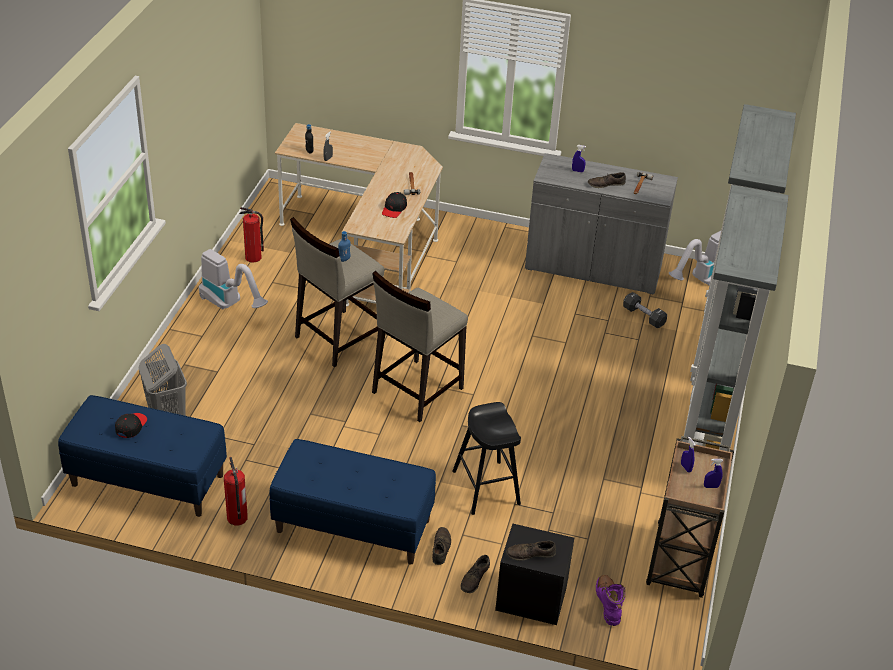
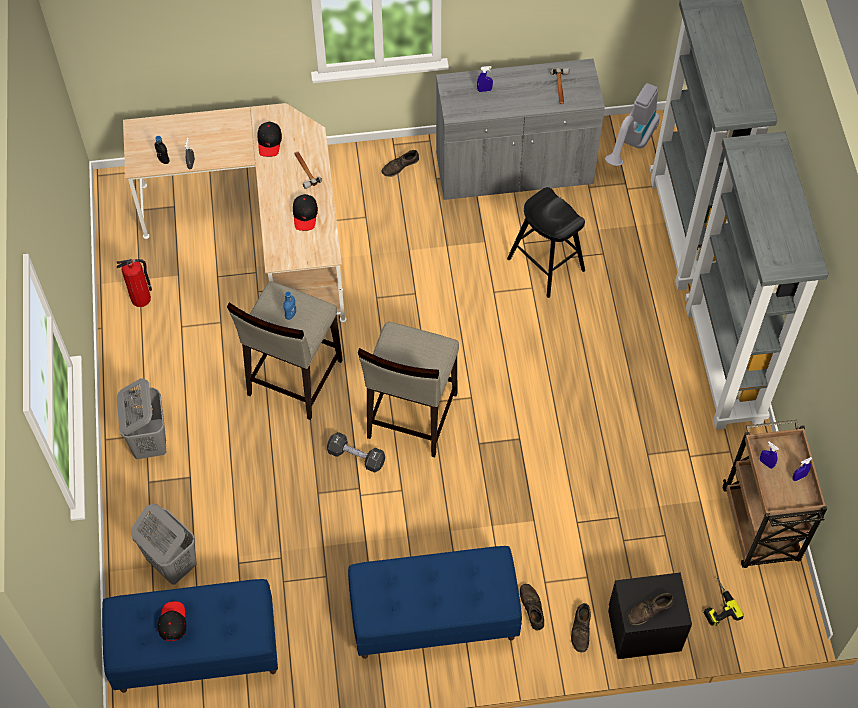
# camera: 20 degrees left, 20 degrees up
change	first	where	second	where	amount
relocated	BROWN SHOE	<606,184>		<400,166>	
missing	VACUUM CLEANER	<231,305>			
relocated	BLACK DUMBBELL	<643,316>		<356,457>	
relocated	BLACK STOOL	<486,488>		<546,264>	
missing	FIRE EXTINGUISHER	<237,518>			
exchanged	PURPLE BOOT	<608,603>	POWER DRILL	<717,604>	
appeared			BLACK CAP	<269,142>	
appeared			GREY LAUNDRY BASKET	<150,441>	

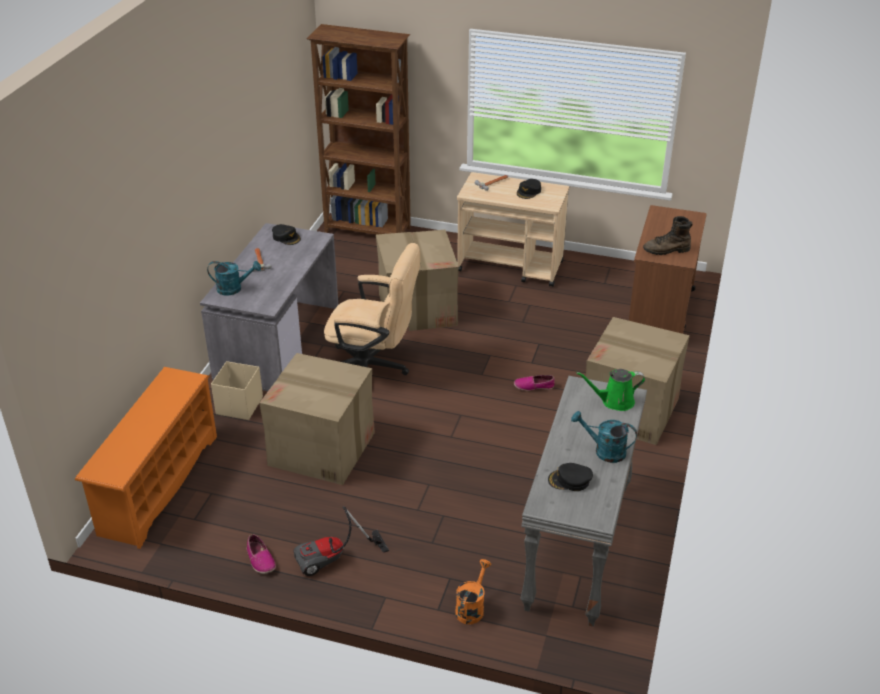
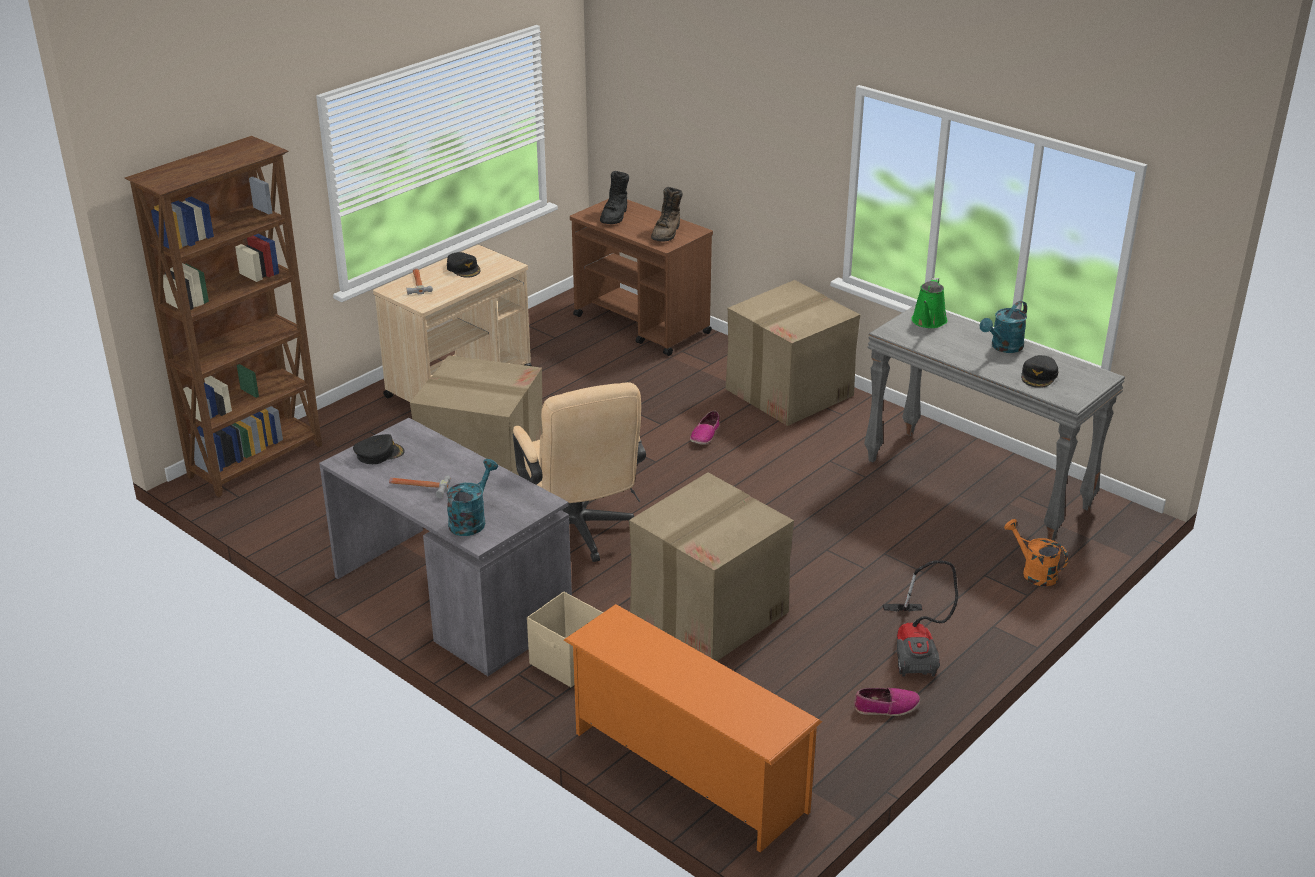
# camera: 65 degrees left, 5 degrees down
change	first	where	second	where	amount
spun	BEIGE OFFICE CHAIR	<373,369>		<579,534>	120 degrees clockwise
appeared			BLACK BOOT	<615,216>	

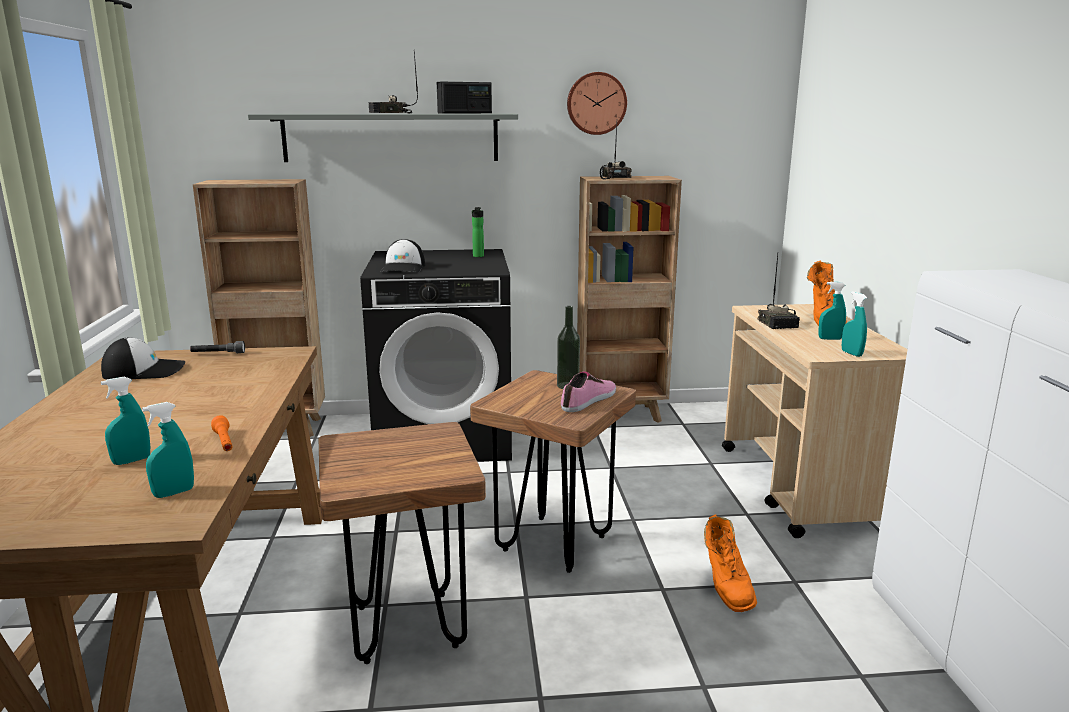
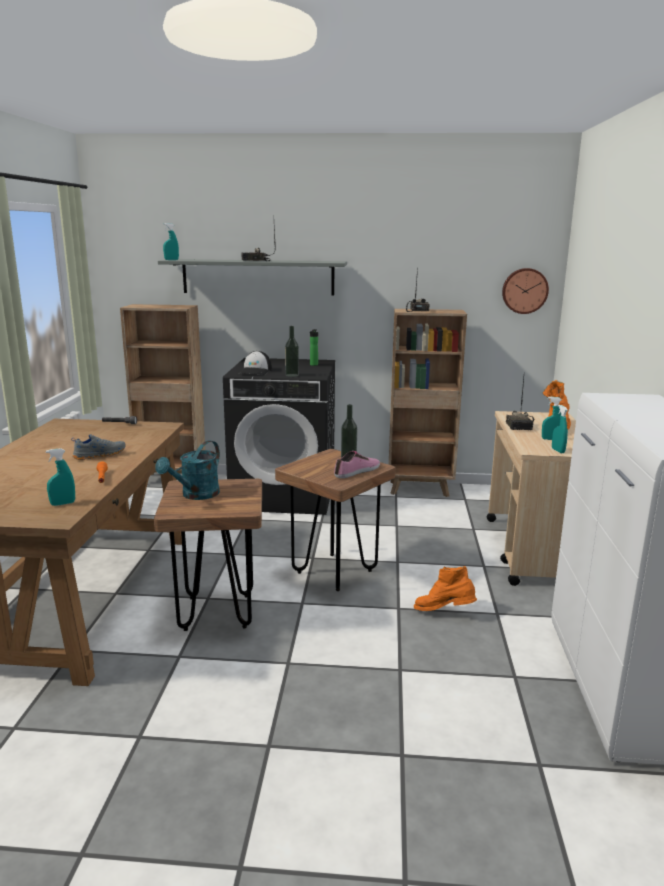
# camera: 10 degrees right, 0 degrees up
change	first	where	second	where	amount
relocated	WALL CLOCK	<596,103>		<524,290>	
missing	RADIO	<465,113>			
missing	CAP	<145,371>			
relocated	TURQUOISE SPRAY BOTTLE	<131,461>		<171,260>	
spun	ORANGE BOOT	<726,589>		<444,613>	105 degrees clockwise
appeared			BOTTLE	<292,375>	
appeared			GREY SHOE	<99,455>	
appeared			TURQUOISE WATERING CAN	<195,495>	

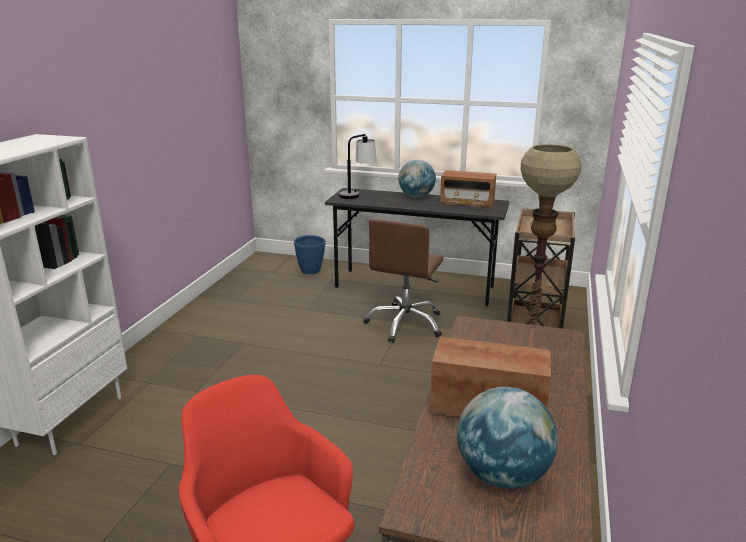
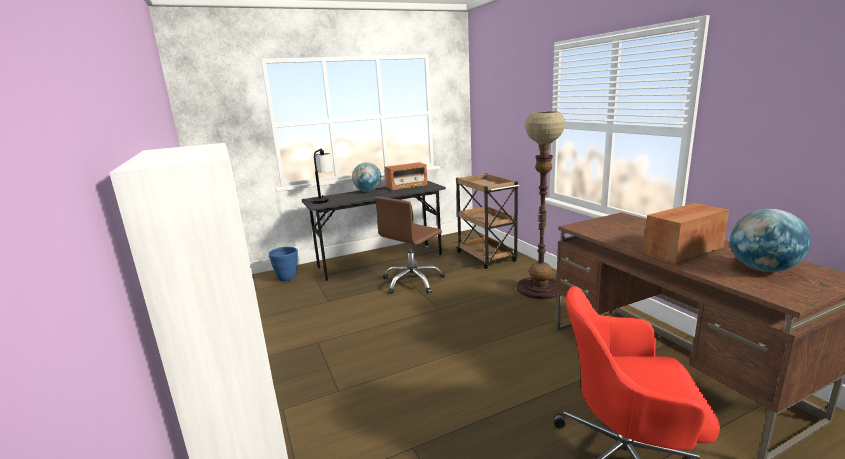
# camera: 40 degrees left, 5 degrees down
change	first	where	second	where	amount
spun	BROWN OFFICE CHAIR	<405,324>		<412,282>	60 degrees clockwise

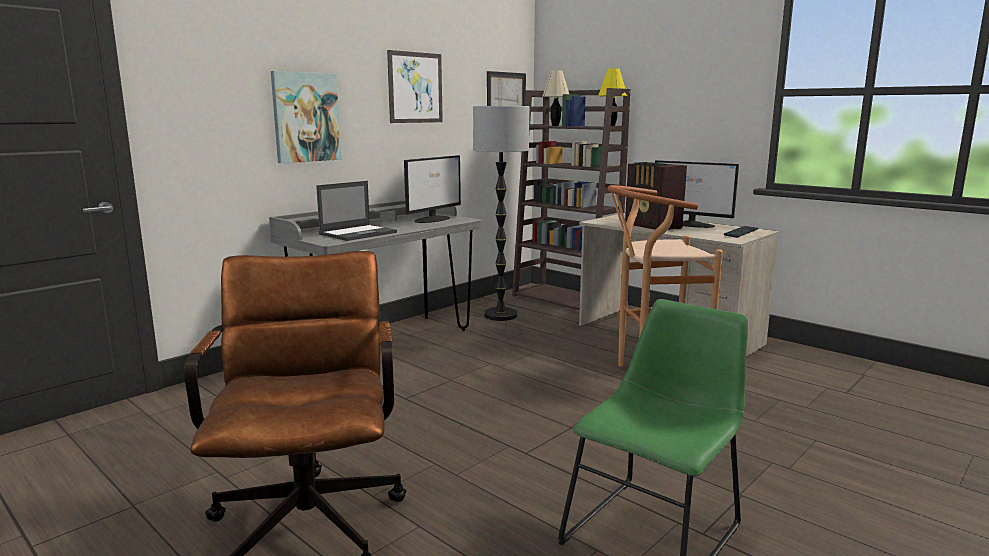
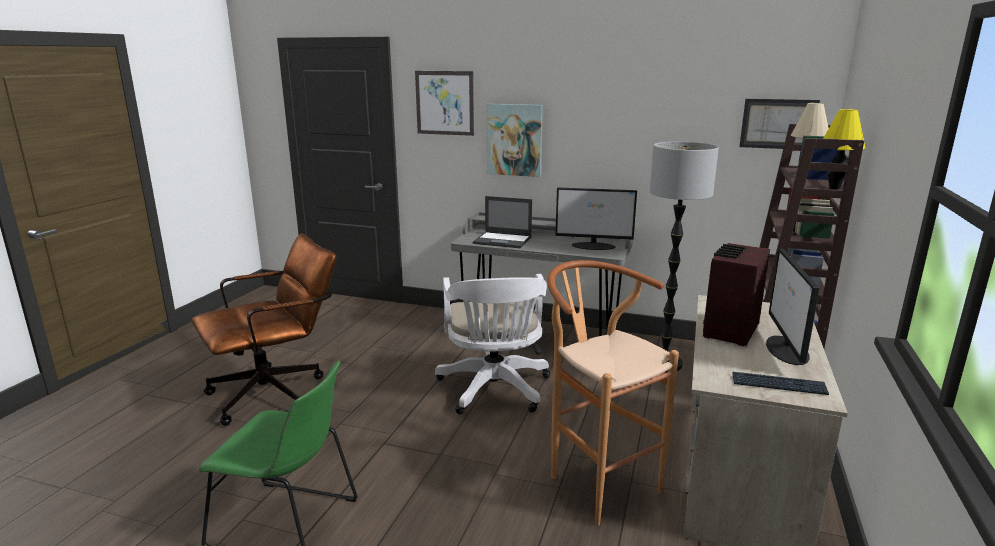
# camera: 65 degrees right, 5 degrees up
change	first	where	second	where	amount
relocated	PICTURE	<415,87>		<444,103>	
appeared			WHITE OFFICE CHAIR	<495,391>	

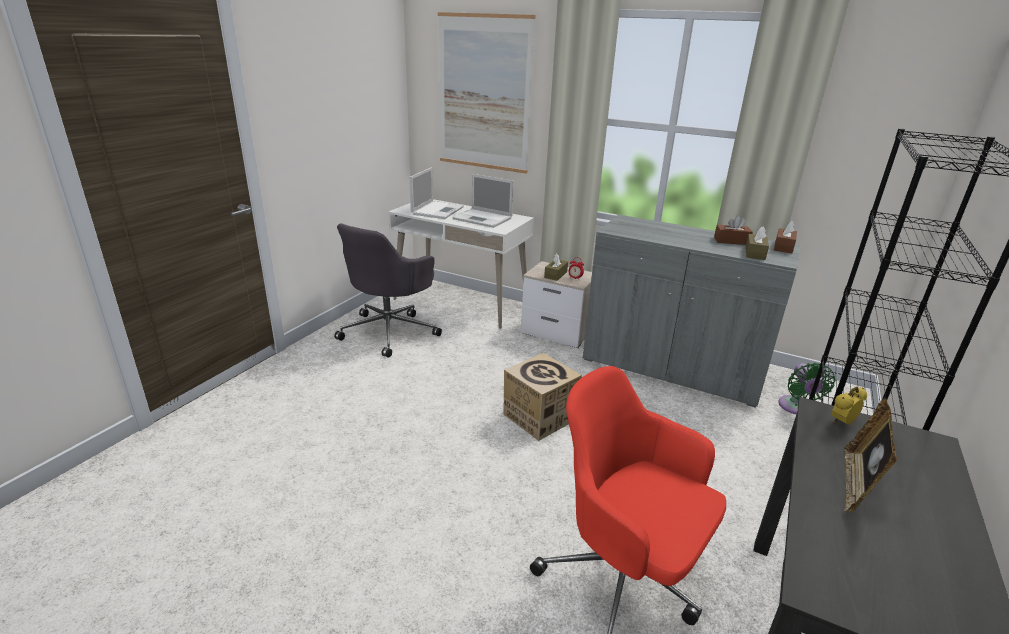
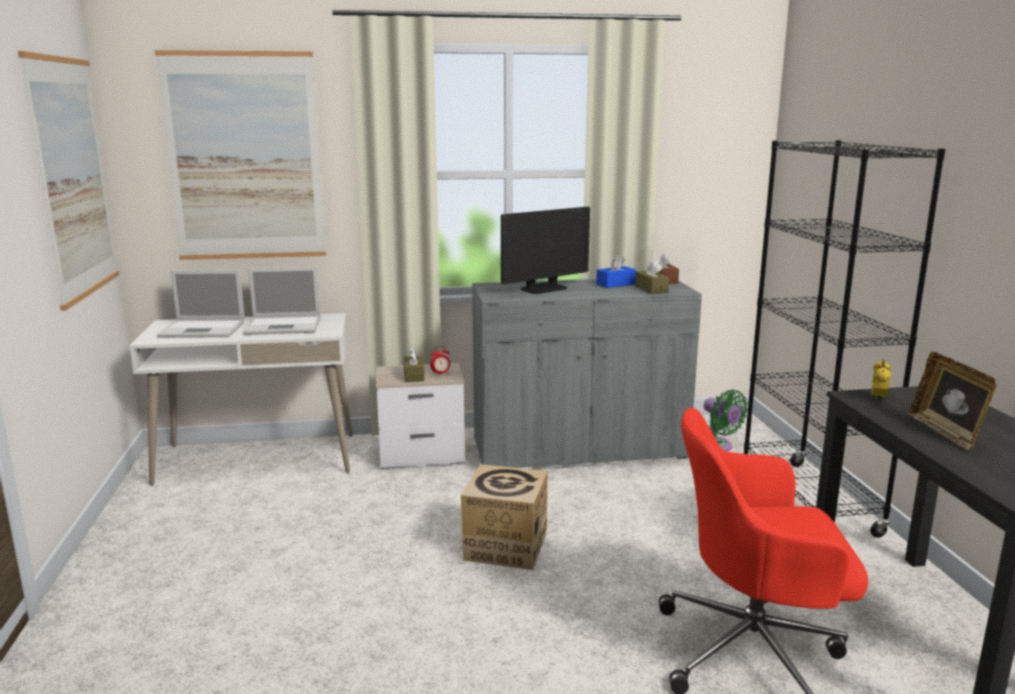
# camera: 35 degrees left, 10 degrees down
change	first	where	second	where	amount
spun	LAPTOP	<438,210>		<204,329>	105 degrees clockwise
colour	BROWN TISSUE BOX	<731,241>	BLUE TISSUE BOX	<615,284>	
missing	GREY OFFICE CHAIR	<390,331>			
appeared			PICTURE	<73,178>	
appeared			MONITOR	<543,289>	

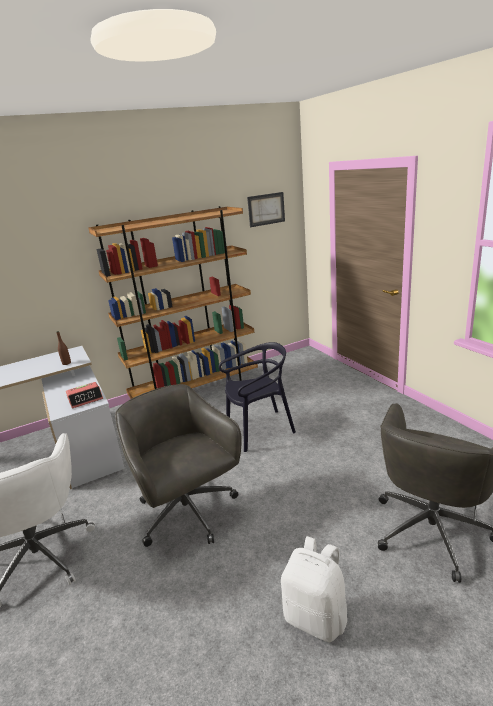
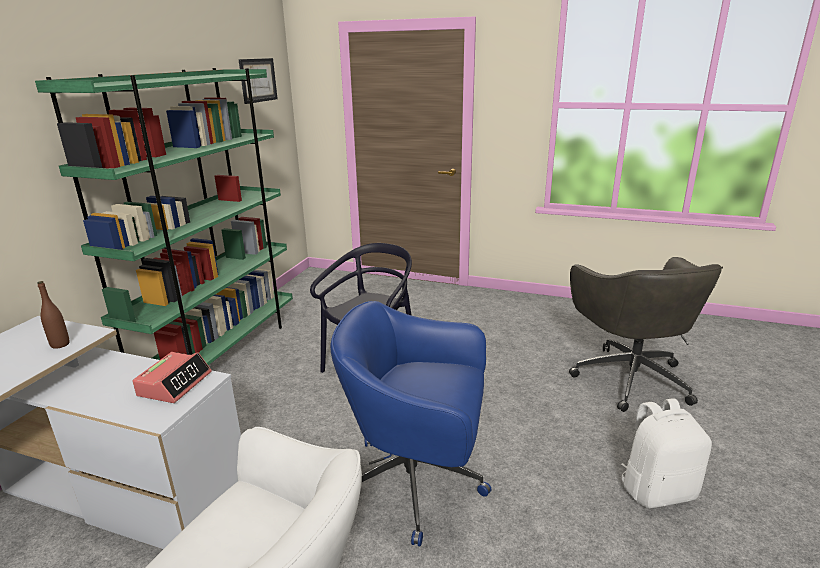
# camera: 45 degrees left, 0 degrees up
change	first	where	second	where	amount
colour	BROWN BOOKCASE	<196,391>	GREEN BOOKCASE	<222,354>	
colour	GREY OFFICE CHAIR	<188,513>	BLUE OFFICE CHAIR	<416,483>	

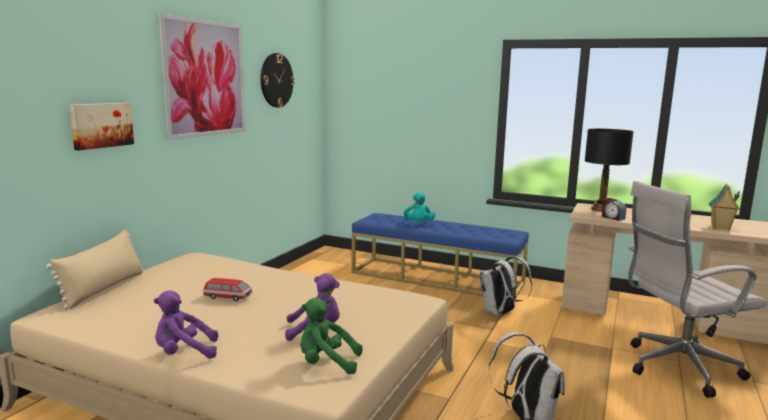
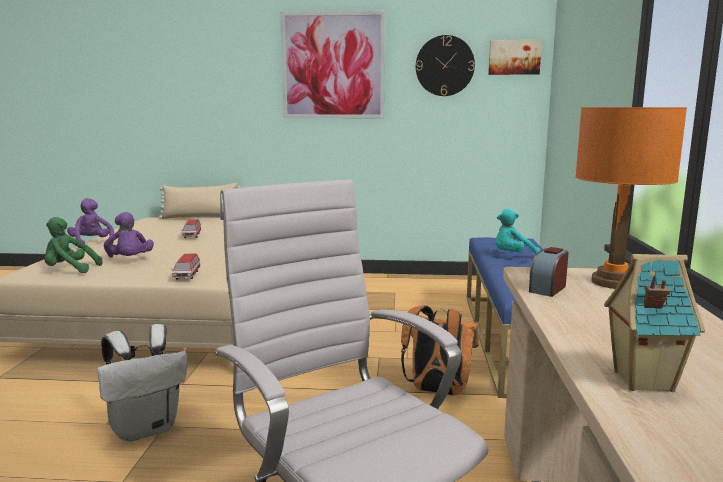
# camera: 70 degrees right, 0 degrees up
change	first	where	second	where	amount
relocated	PICTURE	<101,125>		<514,57>	
colour	BLACK TABLE LAMP	<601,209>	ORANGE TABLE LAMP	<614,282>	
colour	WHITE BACKPACK	<500,313>	ORANGE BACKPACK	<436,391>	
spun	GREEN PLUSH TOY	<326,363>		<69,270>	75 degrees counterclockwise
appeared			TOY CAR	<187,275>	

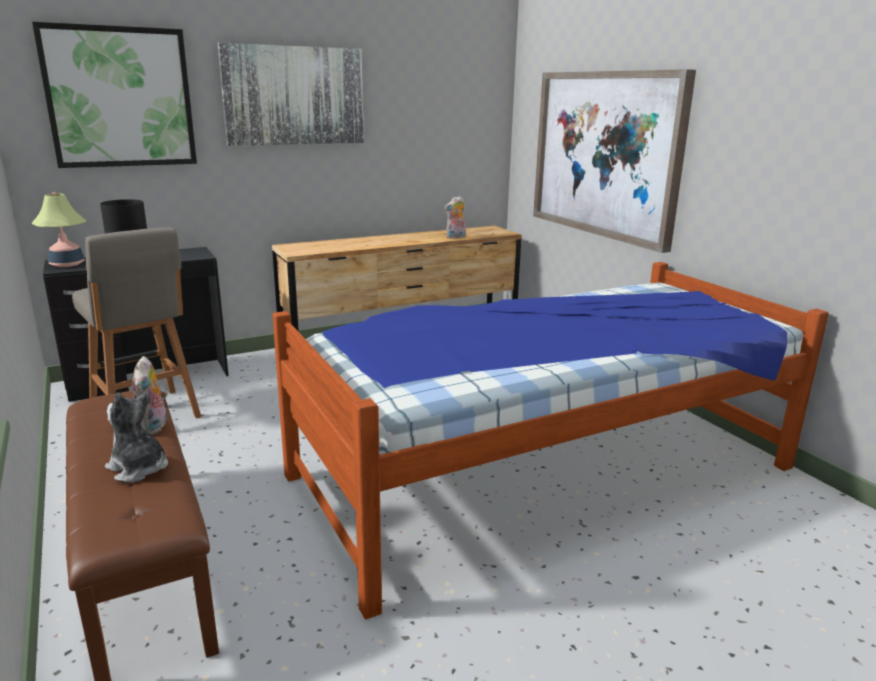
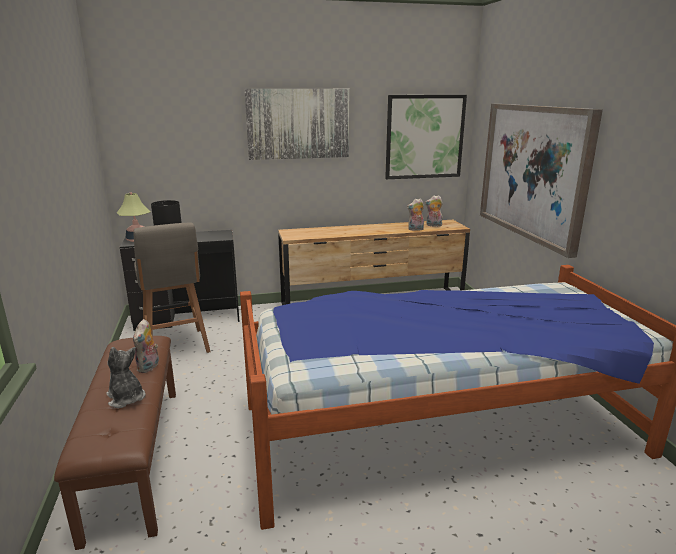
# camera: 15 degrees right, 0 degrees up
change	first	where	second	where	amount
relocated	PICTURE	<120,98>		<424,137>	
appeared			PLUSH TOY	<433,225>	

